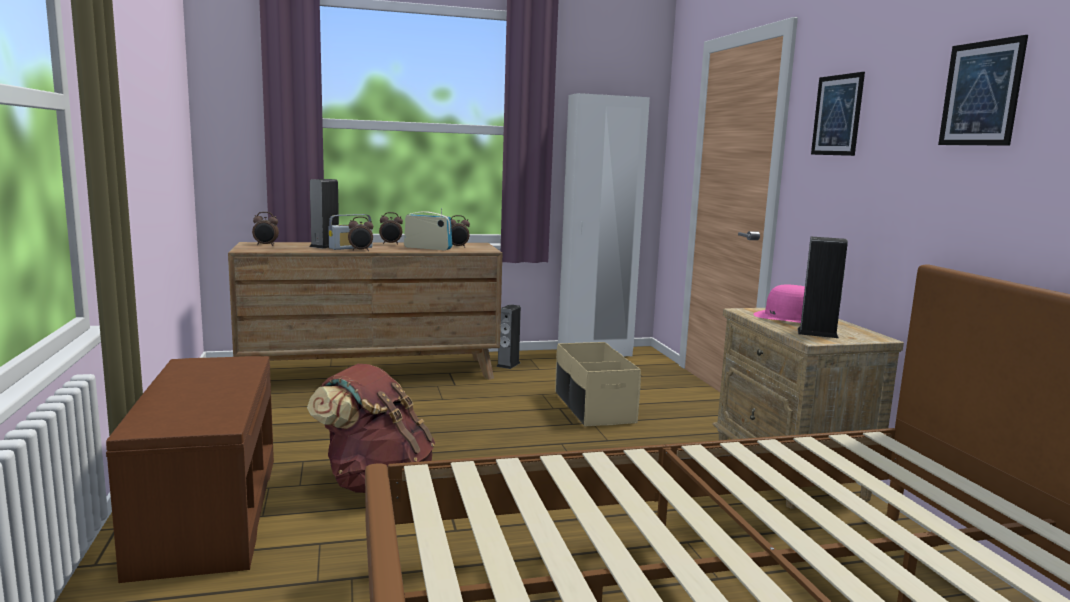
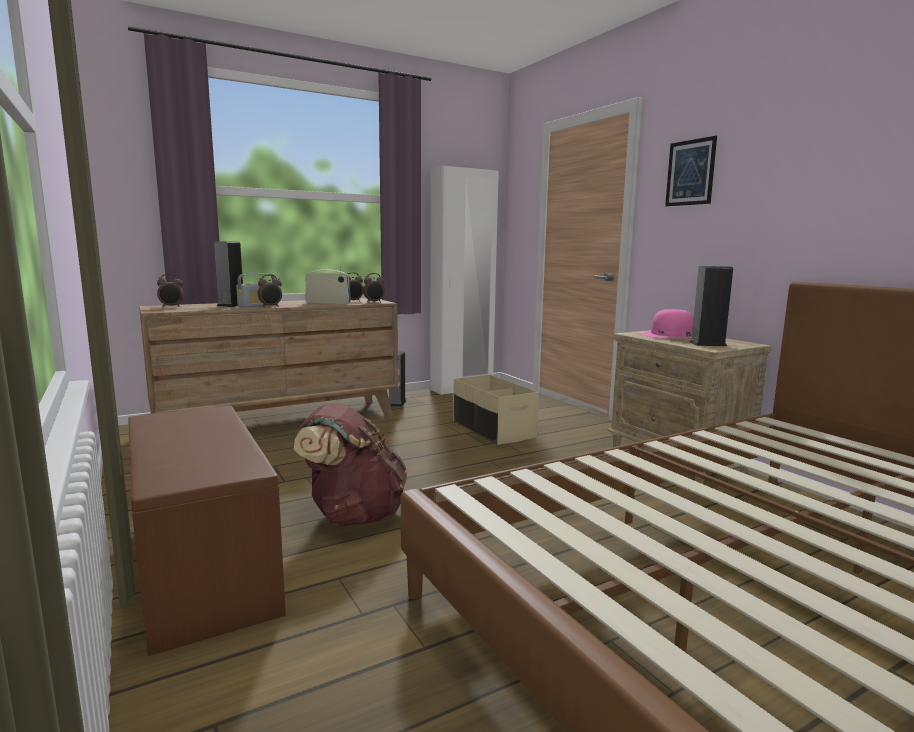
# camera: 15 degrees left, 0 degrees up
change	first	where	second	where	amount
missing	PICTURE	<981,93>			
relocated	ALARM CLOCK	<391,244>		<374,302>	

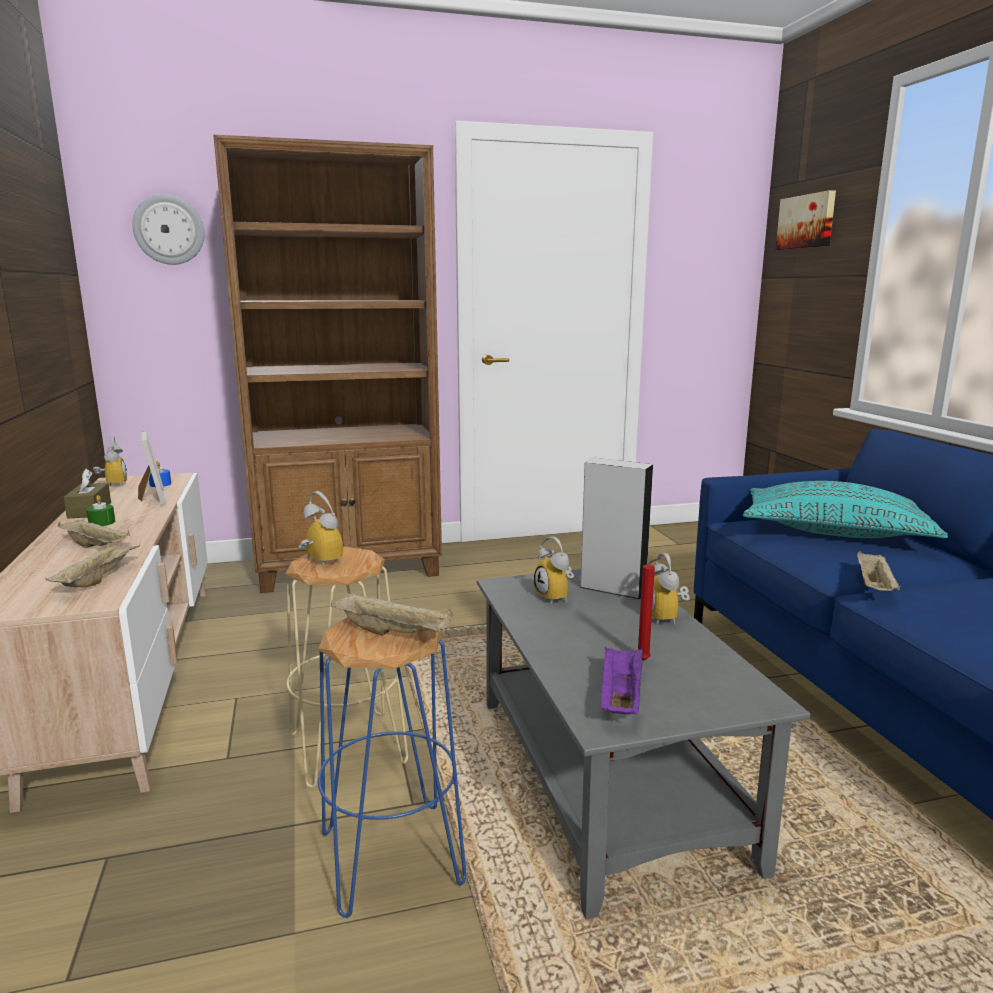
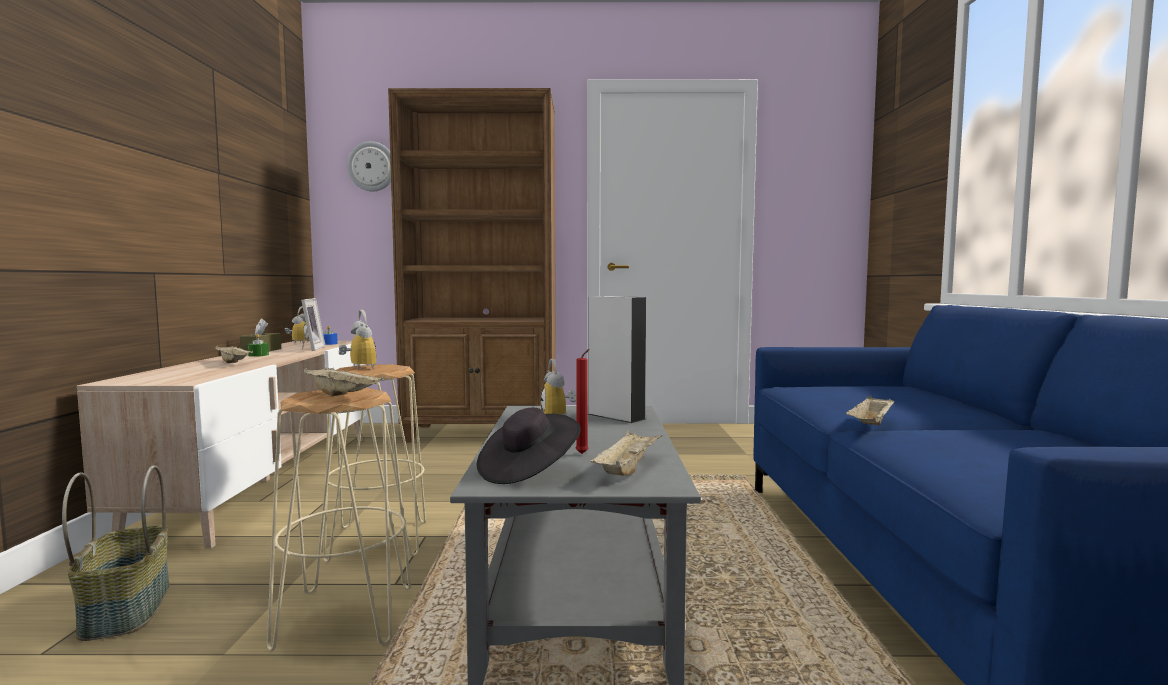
# camera: 15 degrees right, 10 degrees down
change	first	where	second	where	amount
missing	PICTURE	<807,221>			
missing	TURQUOISE PILLOW	<835,533>			
relocated	BEIGE TRAY	<97,579>		<627,469>	
missing	ALARM CLOCK	<668,618>			
colour	BLUE STOOL	<391,856>	BEIGE STOOL	<345,616>	
exchanged	PURPLE TRAY	<620,697>	BLACK HAT	<528,471>	
appeared			BASKET	<124,609>	

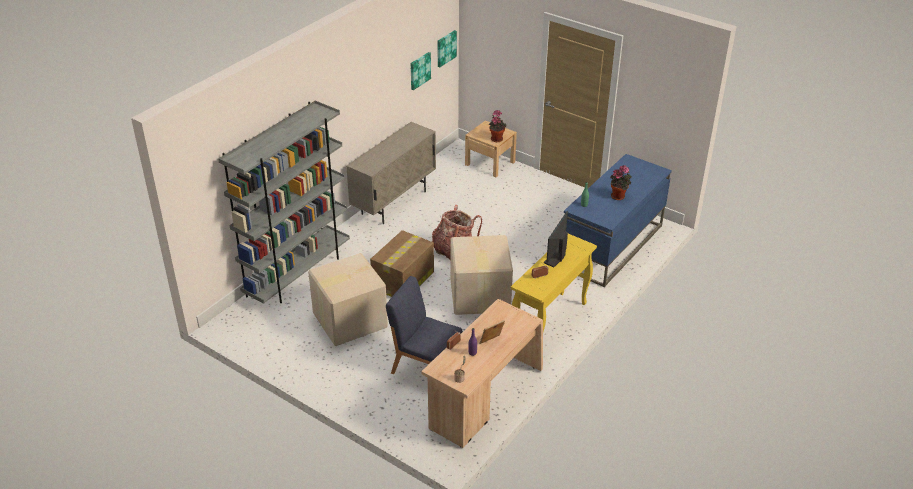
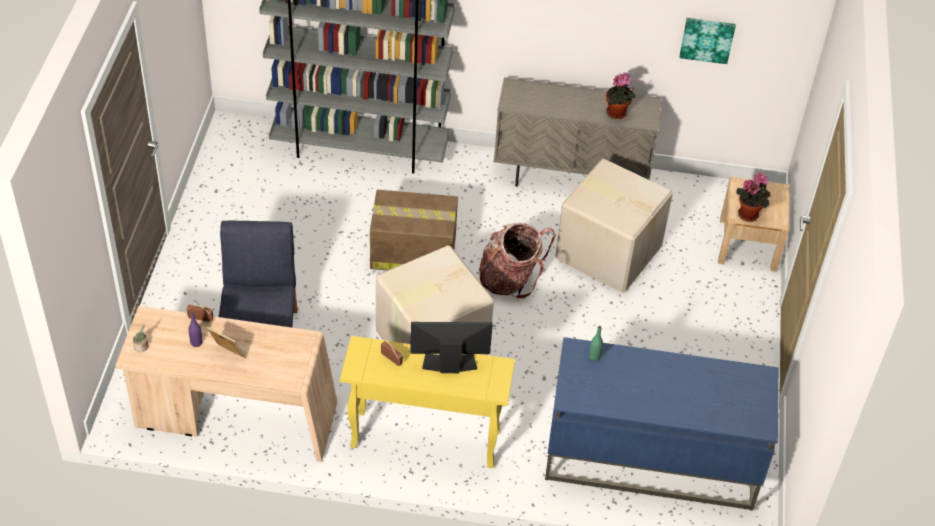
# camera: 60 degrees right, 10 degrees up
change	first	where	second	where	amount
missing	PICTURE	<445,48>			
relocated	POTTED PLANT	<619,196>		<617,114>	
relocated	CARDBOARD BOX	<348,320>		<608,251>	

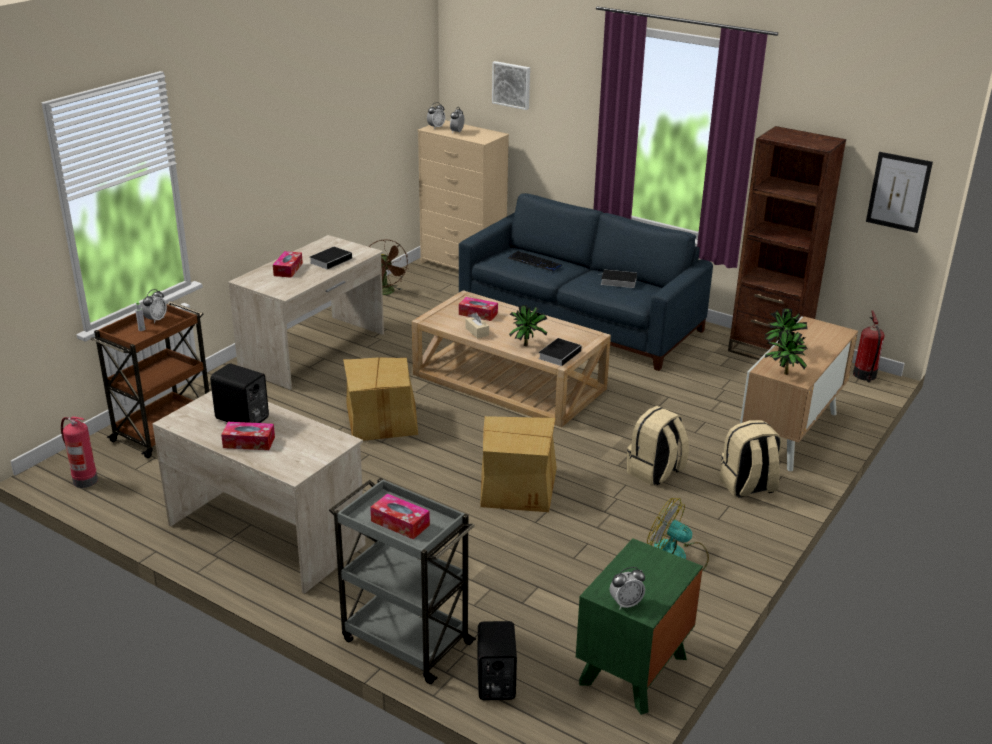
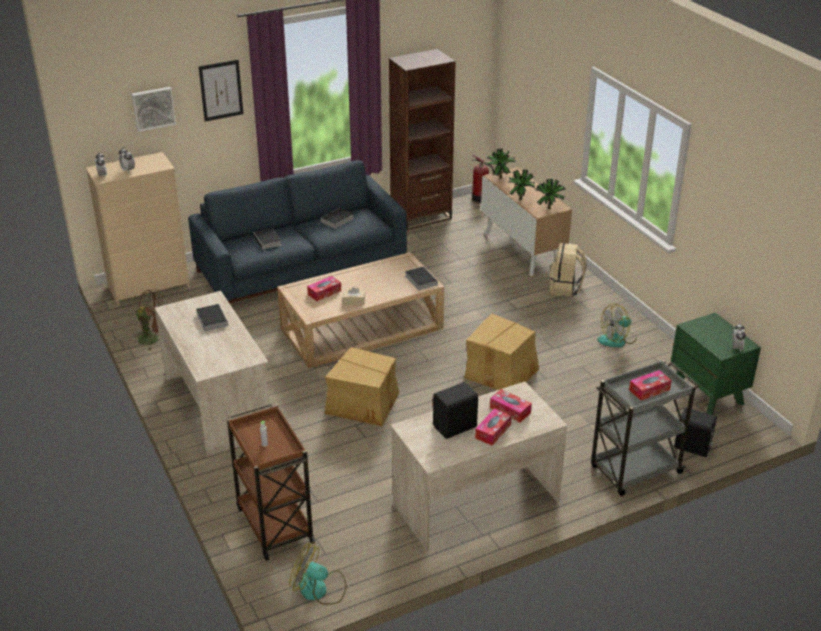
# camera: 60 degrees left, 5 degrees up
change	first	where	second	where	amount
relocated	PICTURE	<898,192>		<221,90>	
relocated	TISSUE BOX	<288,269>		<510,410>	
exchanged	KEYBOARD	<534,262>	BOOK	<268,241>	
missing	ALARM CLOCK	<156,319>			
relocated	POTTED PLANT	<527,344>		<499,177>	
missing	BEIGE BACKPACK	<655,472>			
exchanged	FIRE EXTINGUISHER	<84,481>	FAN	<319,589>	

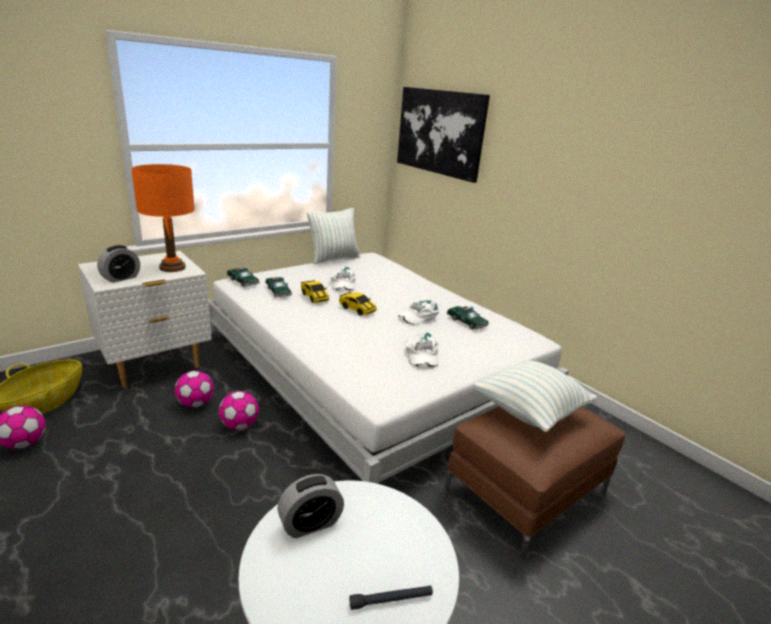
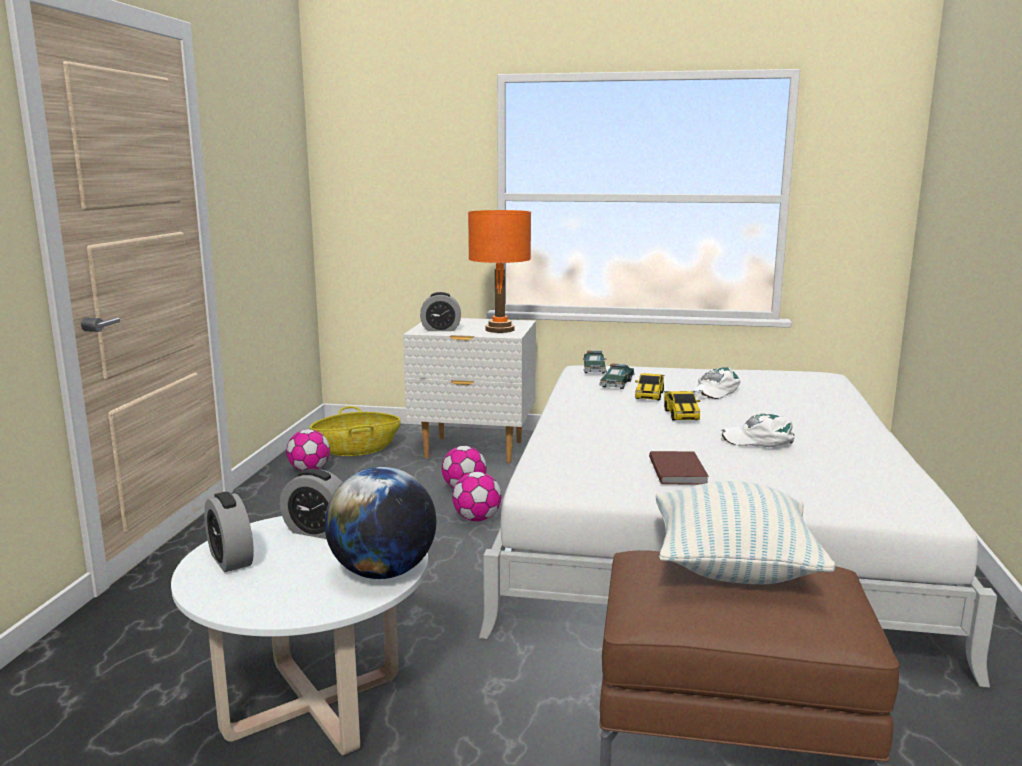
# camera: 50 degrees right, 10 degrees down
change	first	where	second	where	amount
missing	PICTURE	<440,132>			
missing	PILLOW	<334,258>			
missing	TOY CAR	<466,322>			
exchanged	WHITE CAP	<421,355>	BROWN BOOK	<679,470>	
missing	BLACK FLASHLIGHT	<391,600>			
appeared			GLOBE	<383,572>	
appeared			ALARM CLOCK	<230,559>	

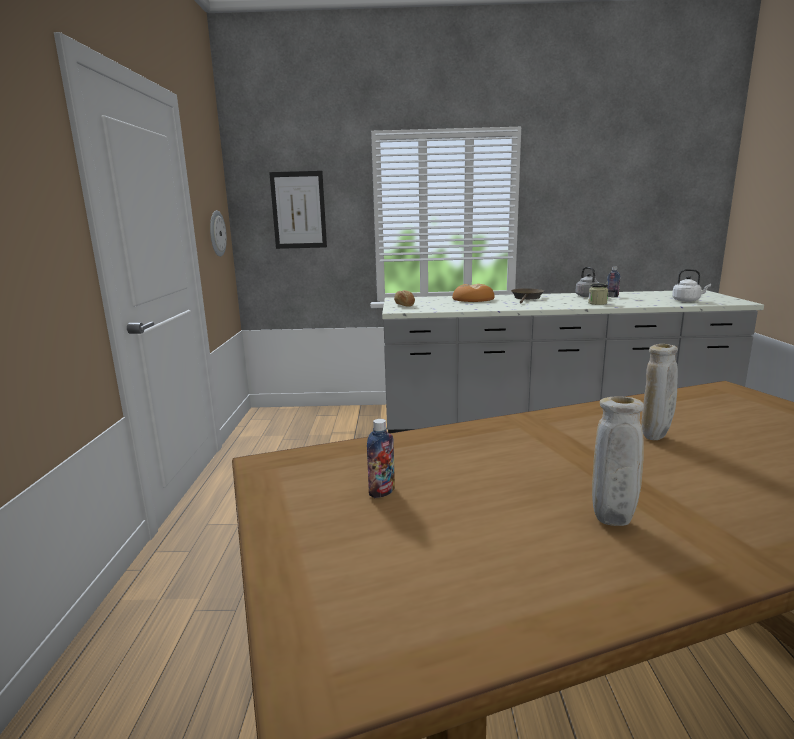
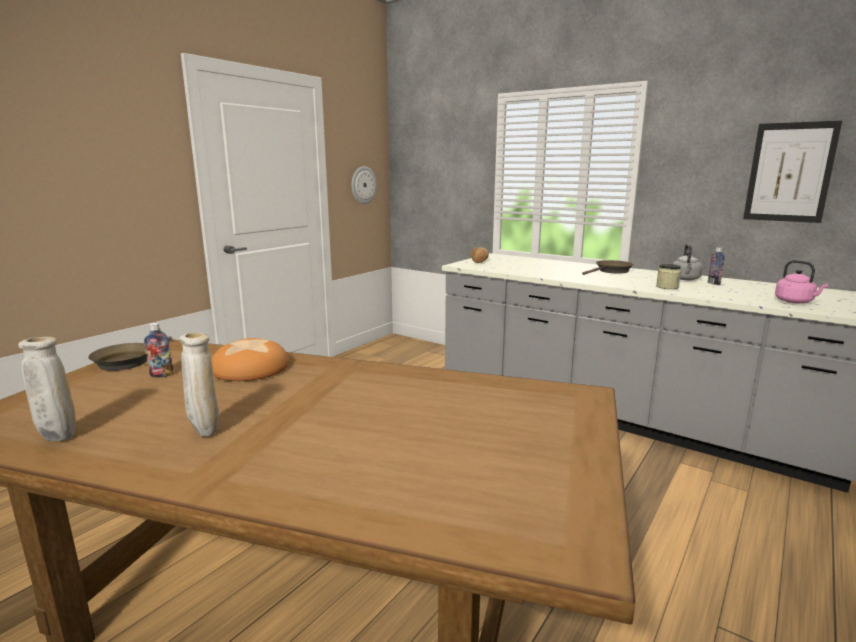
# camera: 35 degrees right, 0 degrees up
change	first	where	second	where	amount
relocated	PICTURE	<298,210>		<789,172>	
colour	WHITE KETTLE	<687,300>	PINK KETTLE	<795,302>	
relocated	BREAD	<473,299>		<251,368>	
relocated	BEIGE VASE	<654,438>		<58,439>	
appeared			BROWN FRYING PAN	<127,361>	

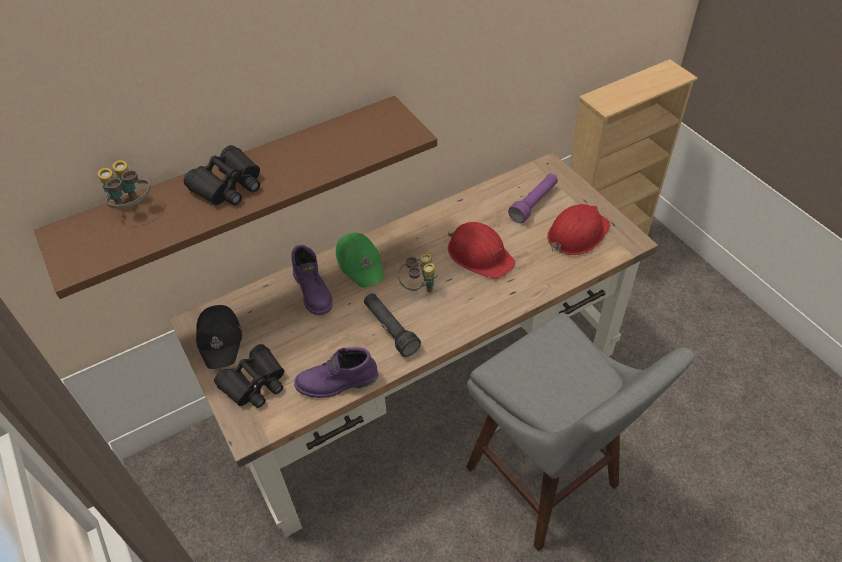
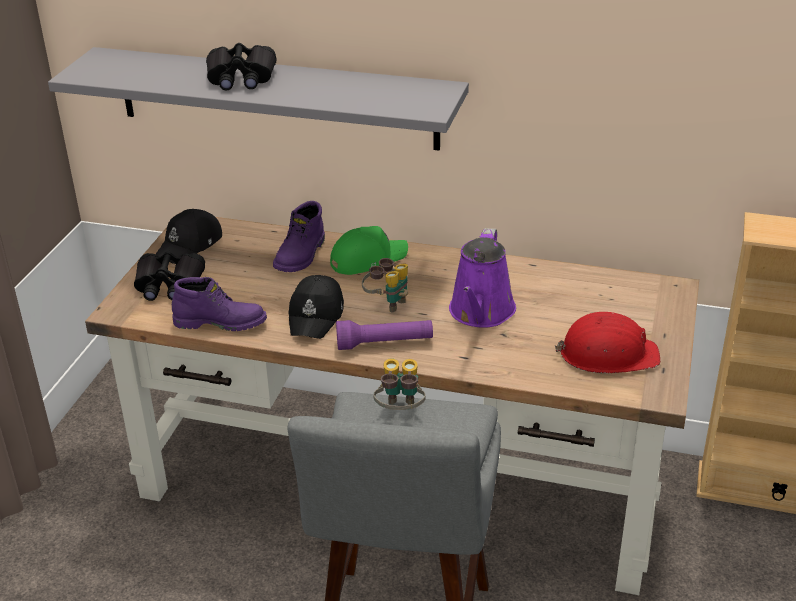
# camera: 45 degrees right, 15 degrees down
change	first	where	second	where	amount
colour	BROWN SHELF	<236,183>	GREY SHELF	<276,98>	
relocated	BINOCULARS	<132,207>		<400,411>	
relocated	PURPLE FLASHLIGHT	<534,203>		<385,343>	
exchanged	RED HARD HAT	<479,254>	PURPLE WATERING CAN	<481,313>	
spun	GREEN CAP	<360,264>		<367,259>	135 degrees counterclockwise
exchanged	BLACK FLASHLIGHT	<390,329>	BLACK CAP	<317,315>	
spun	PURPLE BOOT	<337,383>		<221,322>	150 degrees clockwise

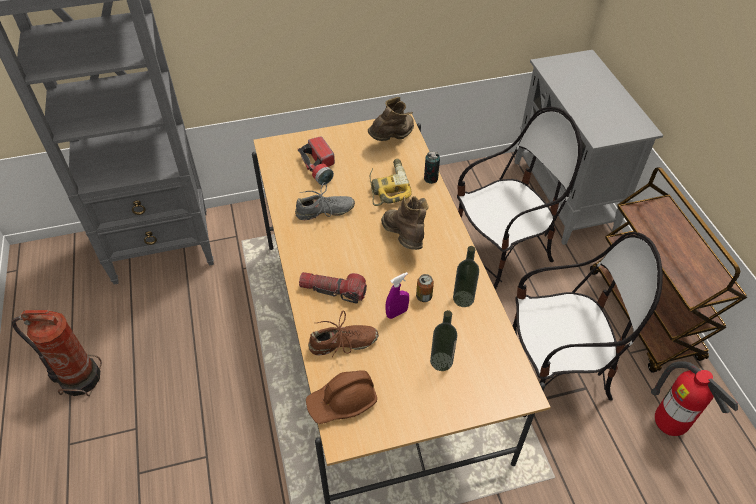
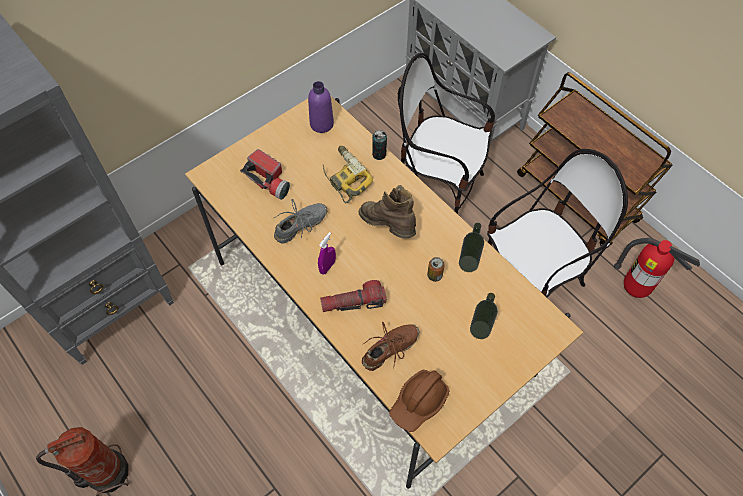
# camera: 25 degrees left, 10 degrees up
change	first	where	second	where	amount
exchanged	BROWN BOOT	<393,139>	PURPLE BOTTLE	<321,124>	
spun	CHAIR	<501,256>		<437,189>	105 degrees counterclockwise
relocated	PURPLE SPRAY BOTTLE	<397,313>		<327,267>	

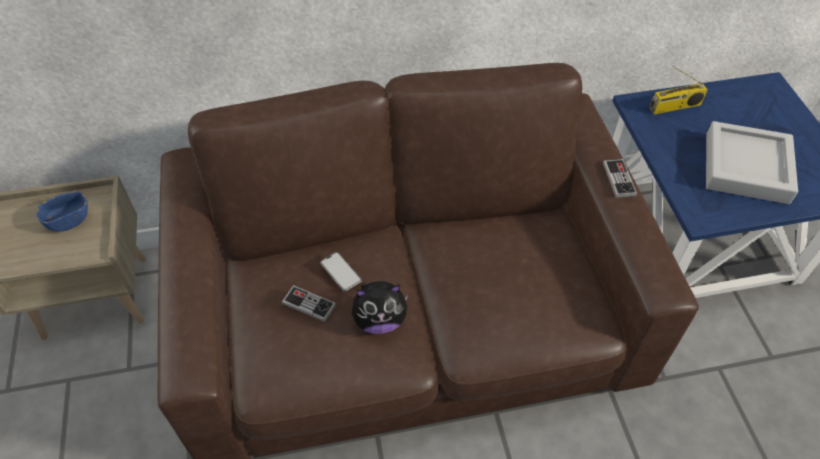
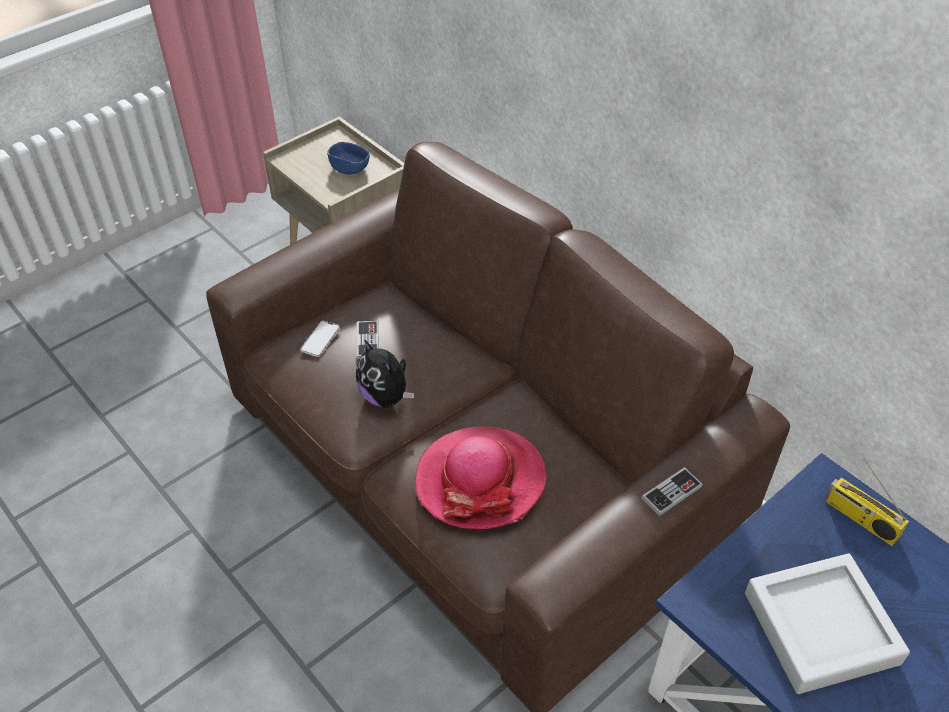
# camera: 60 degrees right, 5 degrees down
change	first	where	second	where	amount
relocated	PHONE	<340,271>		<320,339>	
appeared			HAT	<480,480>	

